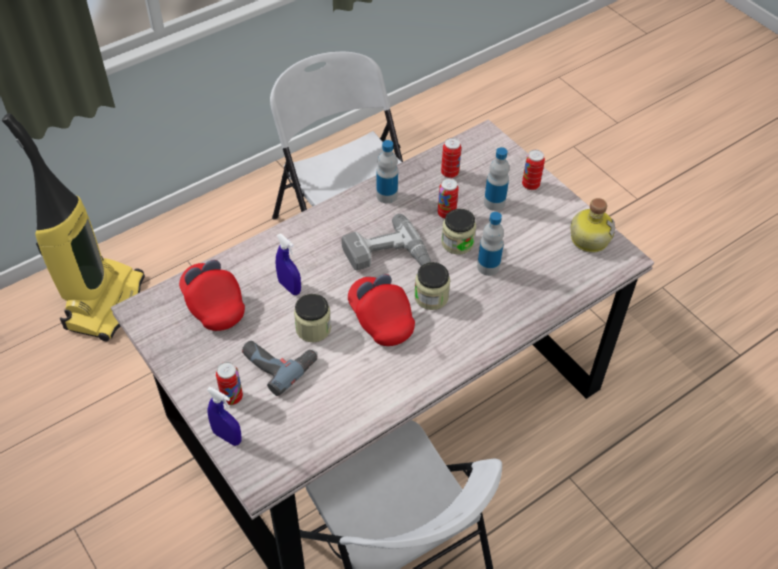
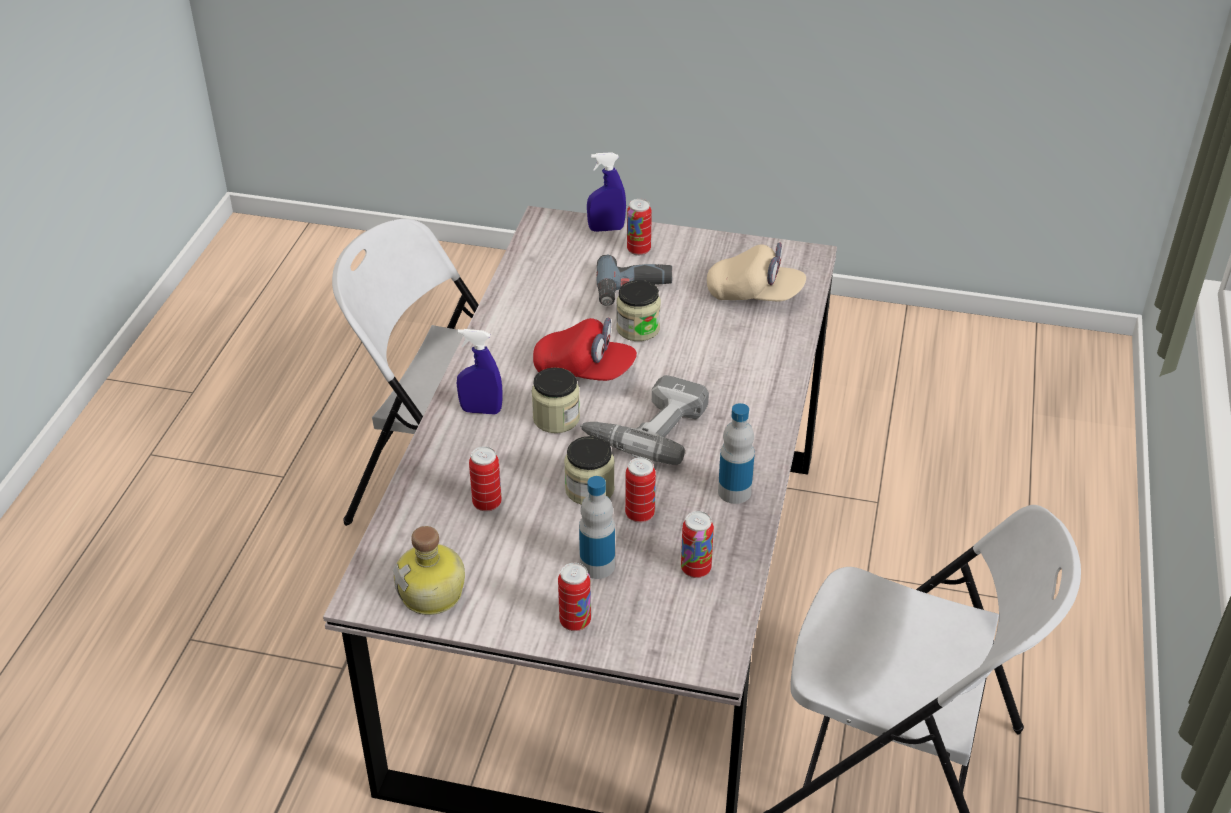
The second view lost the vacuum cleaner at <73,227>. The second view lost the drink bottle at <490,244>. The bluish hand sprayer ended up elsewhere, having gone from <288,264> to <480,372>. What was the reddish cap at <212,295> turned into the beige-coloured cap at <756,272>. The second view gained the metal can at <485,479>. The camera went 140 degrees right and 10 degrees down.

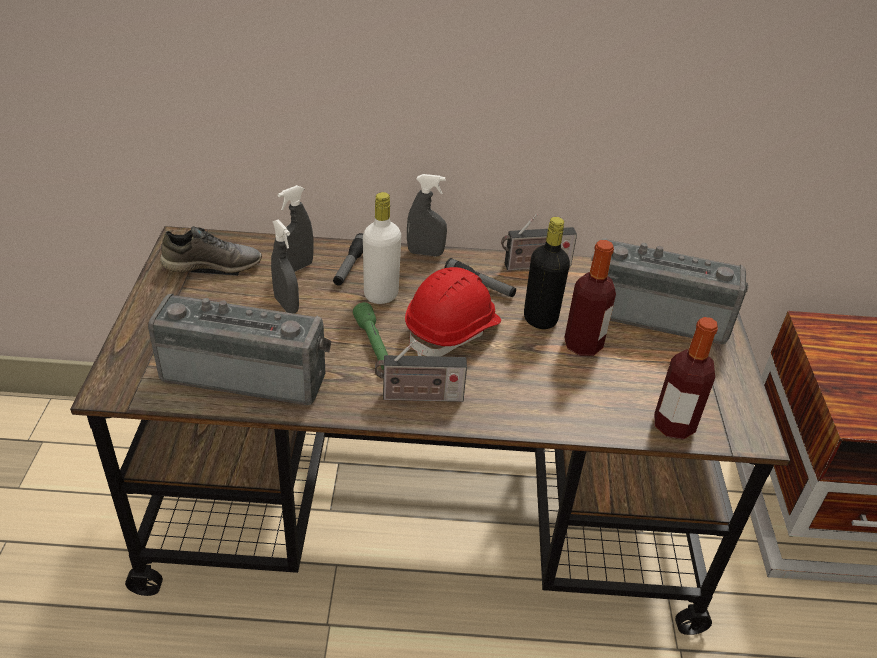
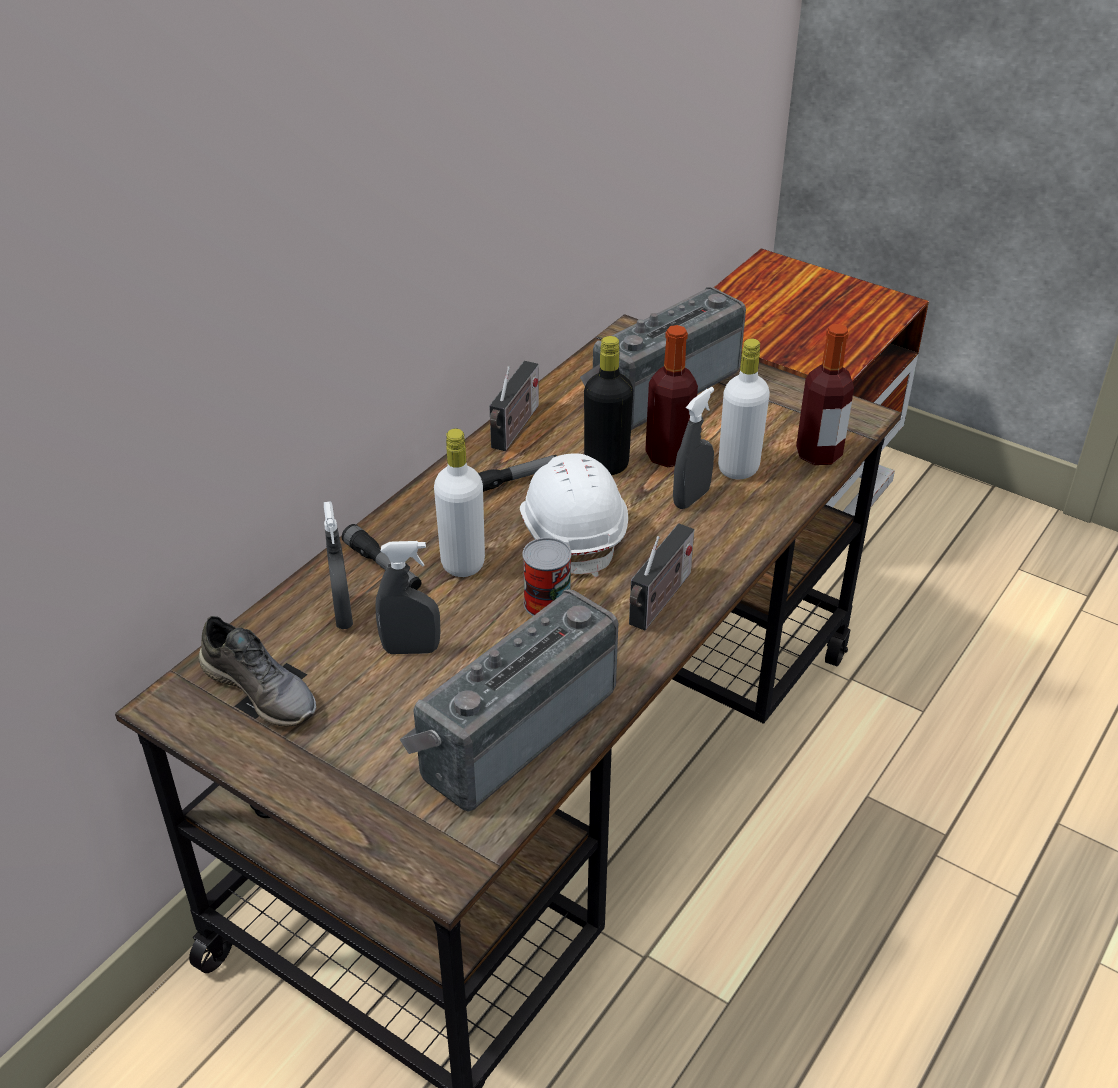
The gray hand sprayer ended up elsewhere, having gone from <427,215> to <693,448>. The gray item of footwear at <211,249> ended up facing another way, 105 degrees clockwise from before. What was the reddish safety helmet at <453,311> turned into the white-coloured safety helmet at <574,515>. Where the green flashlight stood at <370,336>, the metal can came to stand at <547,576>. The second view gained the white-coloured drink bottle at <744,409>. The camera went 55 degrees left and 0 degrees up.

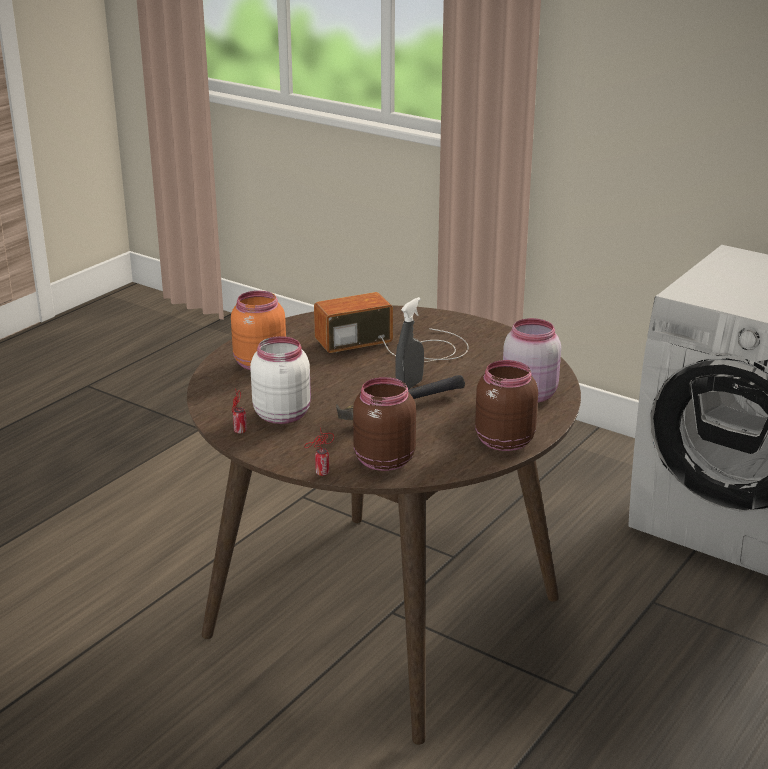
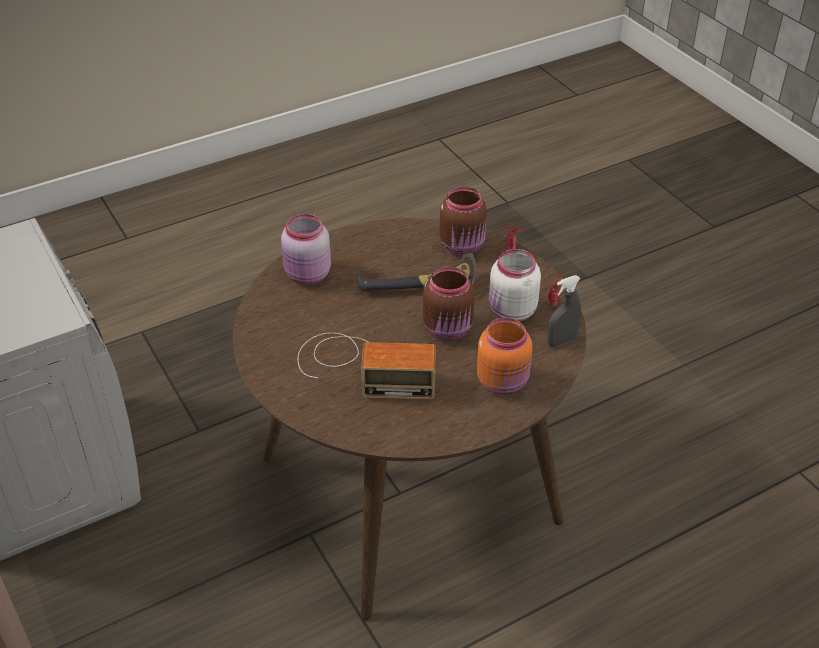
The gray hand sprayer ended up elsewhere, having gone from <410,343> to <564,311>. The brown preserve jar ended up elsewhere, having gone from <506,405> to <449,304>. The camera went 155 degrees left and 15 degrees up.

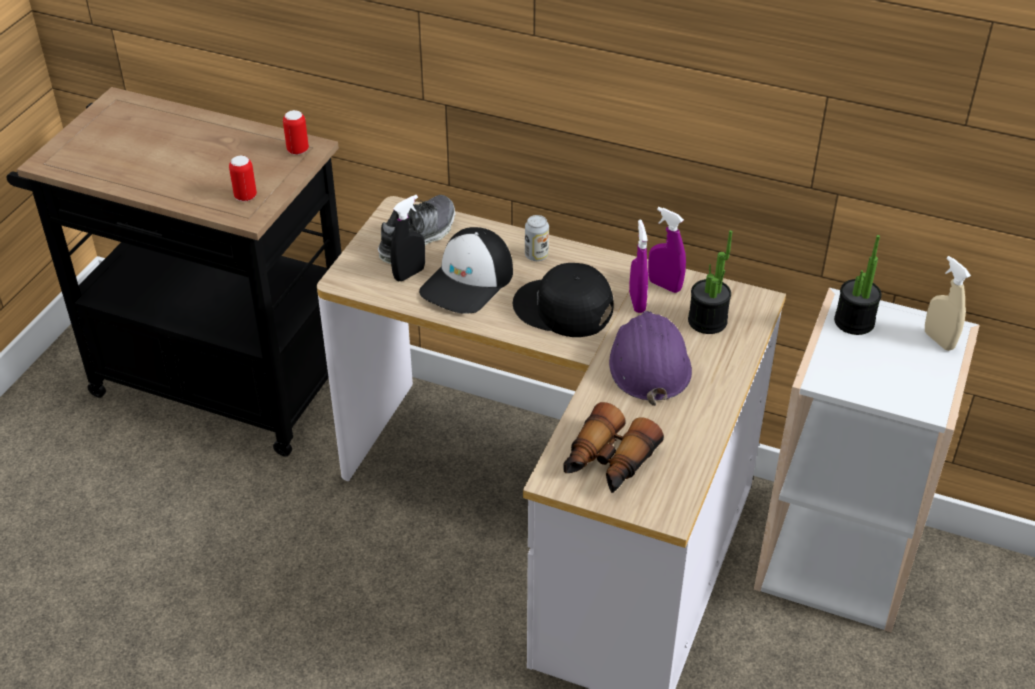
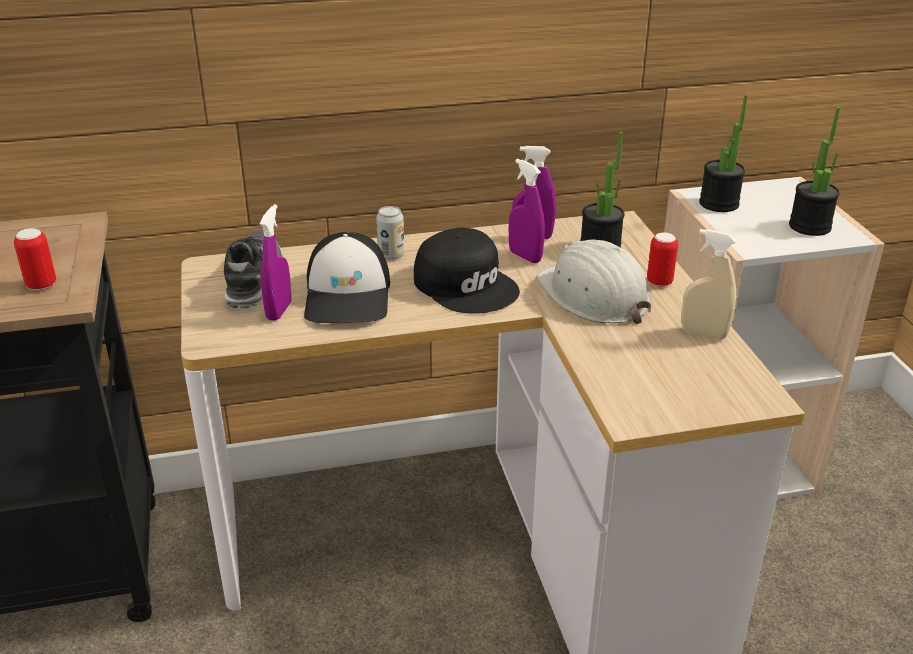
The metal can ended up elsewhere, having gone from <296,132> to <662,259>. What was the black-coloured hand sprayer at <407,238> turned into the purple hand sprayer at <275,262>. The beige-coloured hand sprayer ended up elsewhere, having gone from <948,303> to <709,284>. The black-coloured cap at <563,300> ended up facing another way, 120 degrees counterclockwise from before. What was the purple safety helmet at <650,358> turned into the white-coloured safety helmet at <593,282>. The second view lost the binoculars at <613,447>. The second view gained the plant in a pot at <814,171>. The camera went 35 degrees left and 10 degrees down.

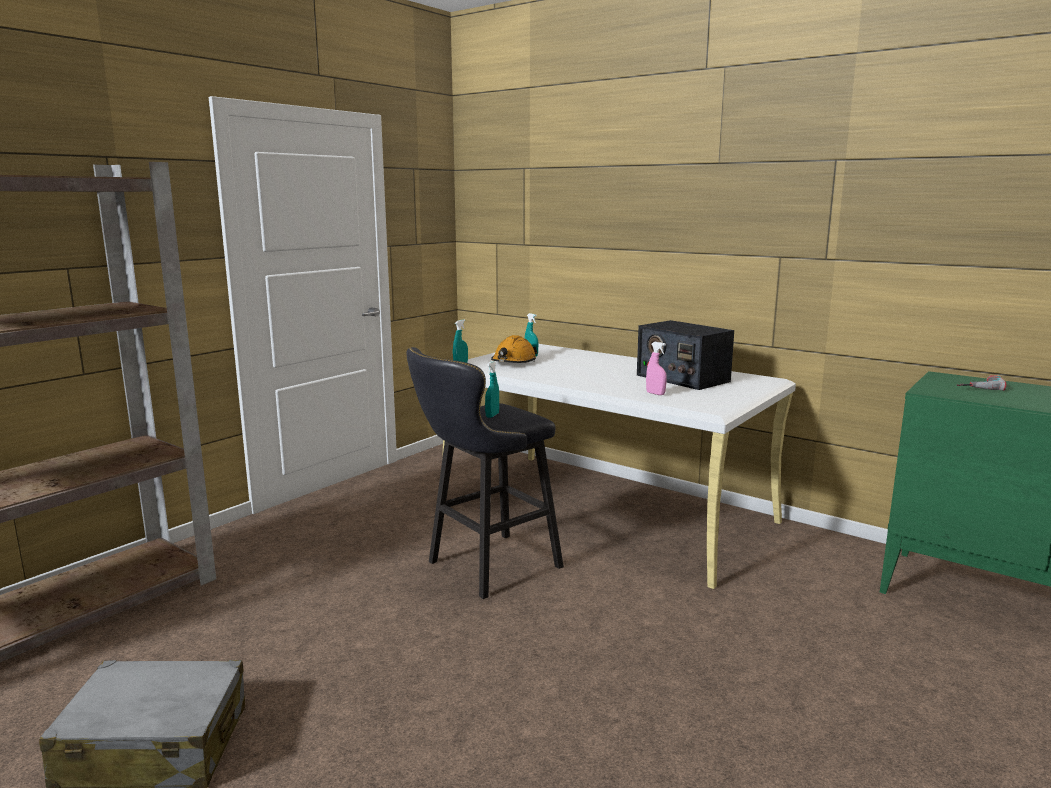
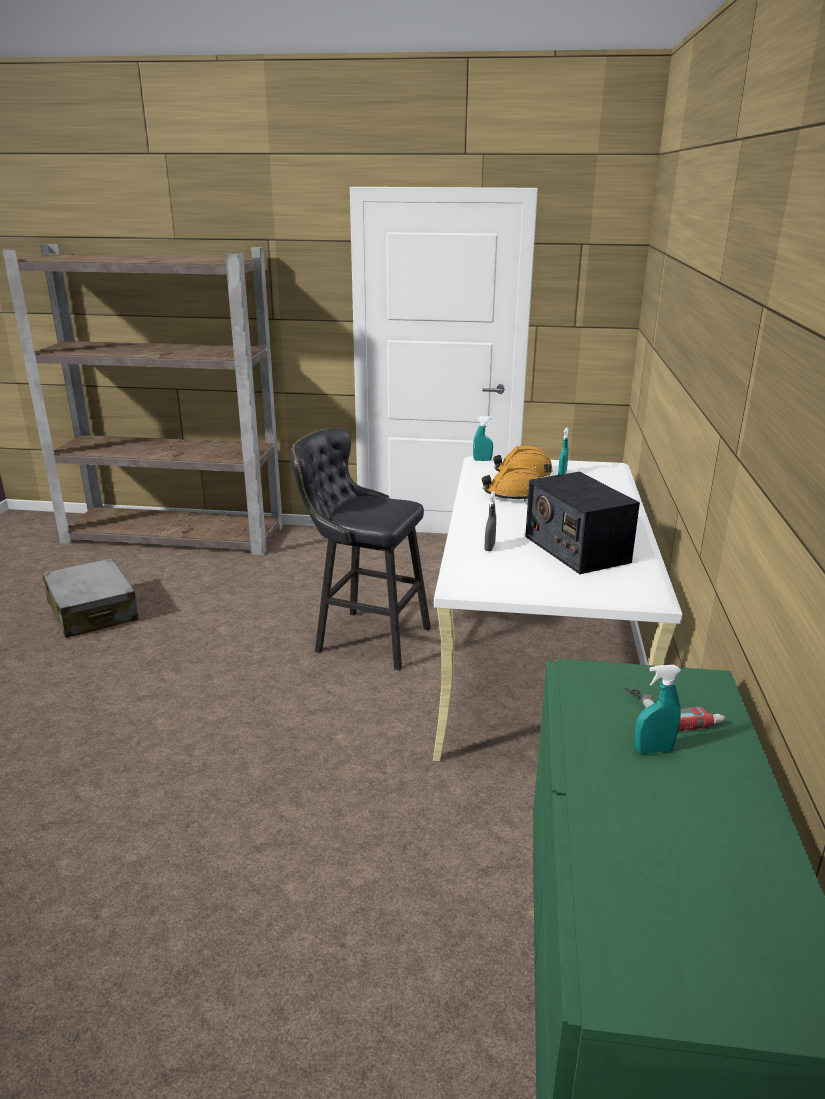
The radio set at <685,355> ended up facing another way, 45 degrees counterclockwise from before. What was the pink-coloured hand sprayer at <656,368> turned into the gray hand sprayer at <490,521>. The turquoise hand sprayer ended up elsewhere, having gone from <492,389> to <657,709>. The second view gained the orange safety helmet at <512,482>. The camera went 60 degrees right and 10 degrees up.

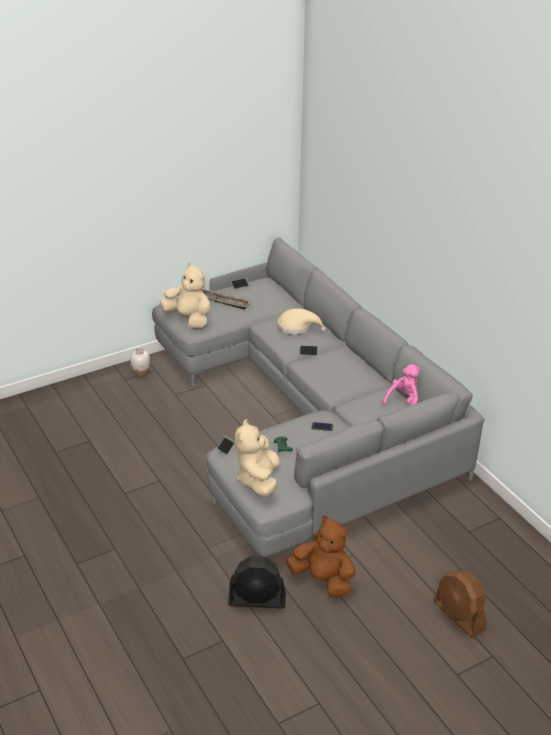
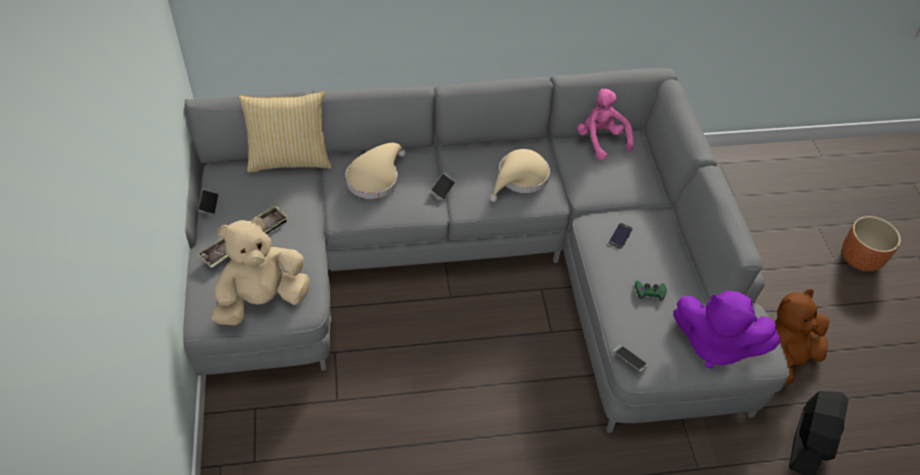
The second view lost the white-coloured decorative vase at <140,361>. What was the beige-coloured cuddly toy at <257,458> turned into the purple cuddly toy at <727,330>. Where the brown cooling fan stood at <460,604>, the brown flower pot came to stand at <871,243>. The second view gained the throw pillow at <285,132>. The second view gained the beige-coloured clothing hat at <520,175>. The camera went 70 degrees left and 15 degrees up.

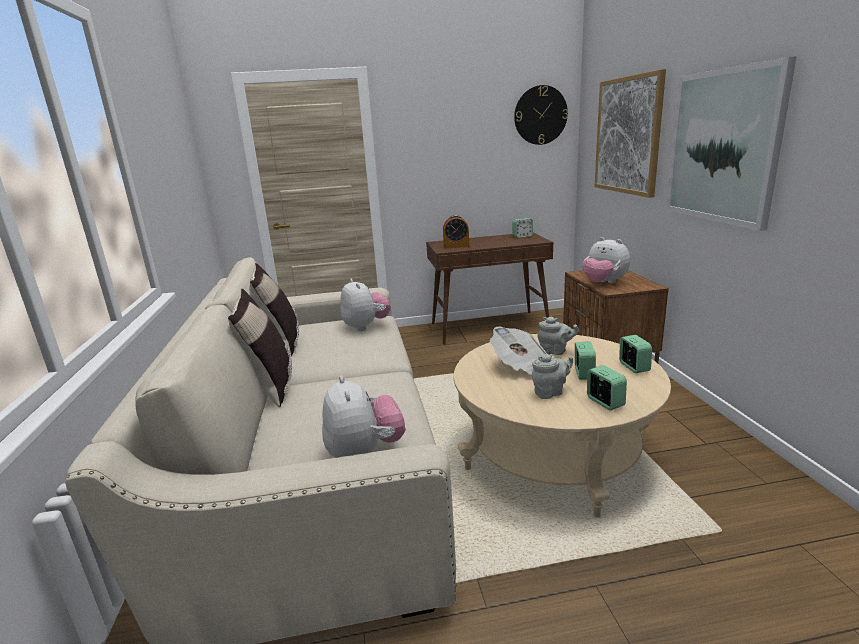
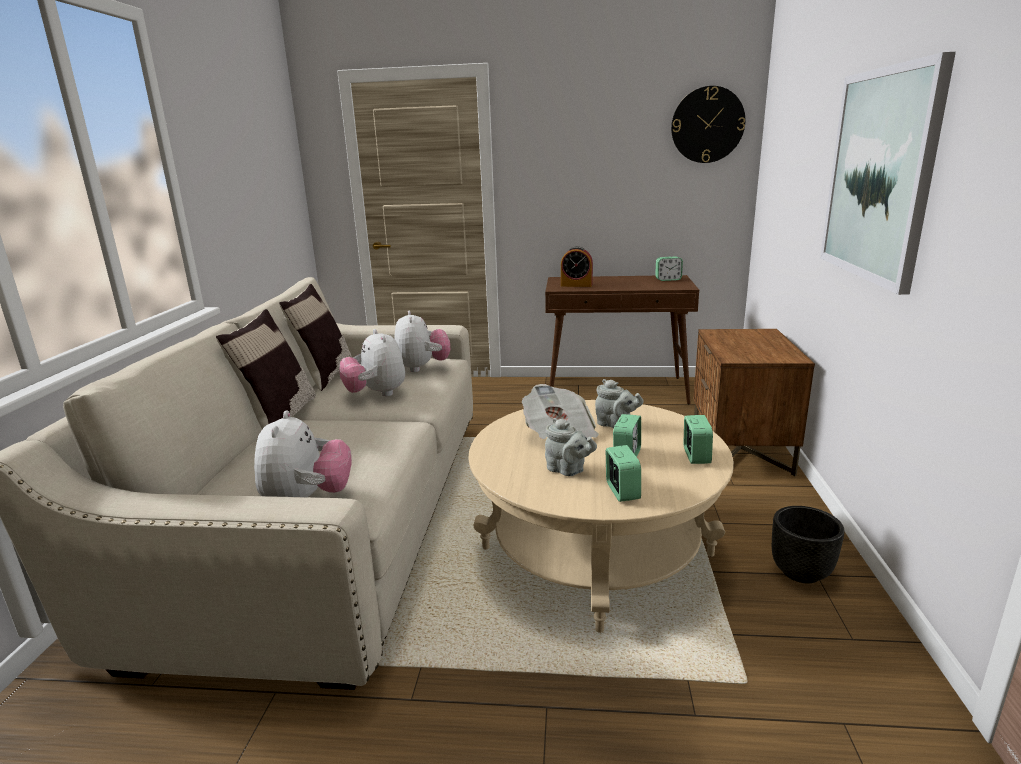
The second view lost the wall picture at <630,133>. The cuddly toy ended up elsewhere, having gone from <606,260> to <372,362>. The gray tea pot at <552,376> ended up facing another way, 45 degrees clockwise from before. The second view gained the black-coloured flower pot at <808,544>. The camera went 15 degrees right and 0 degrees up.

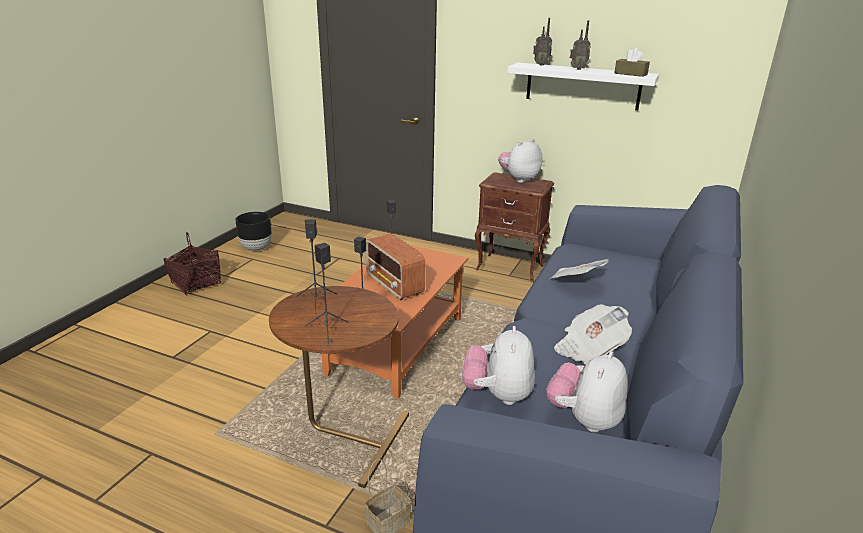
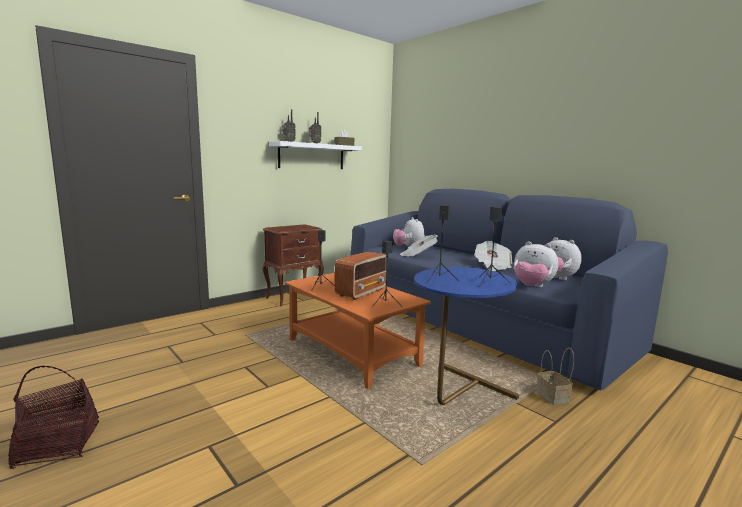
The cuddly toy ended up elsewhere, having gone from <520,161> to <409,232>. The second view lost the black-coloured flower pot at <253,231>. The radio set at <395,266> ended up facing another way, 45 degrees counterclockwise from before. What was the brown end table at <339,387> turned into the bluish end table at <466,336>. The camera went 65 degrees left and 15 degrees down.

